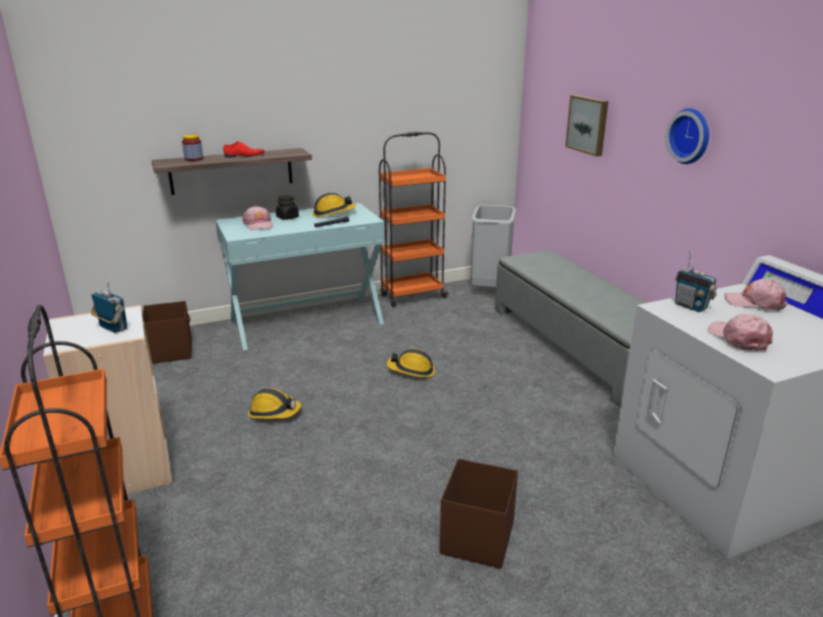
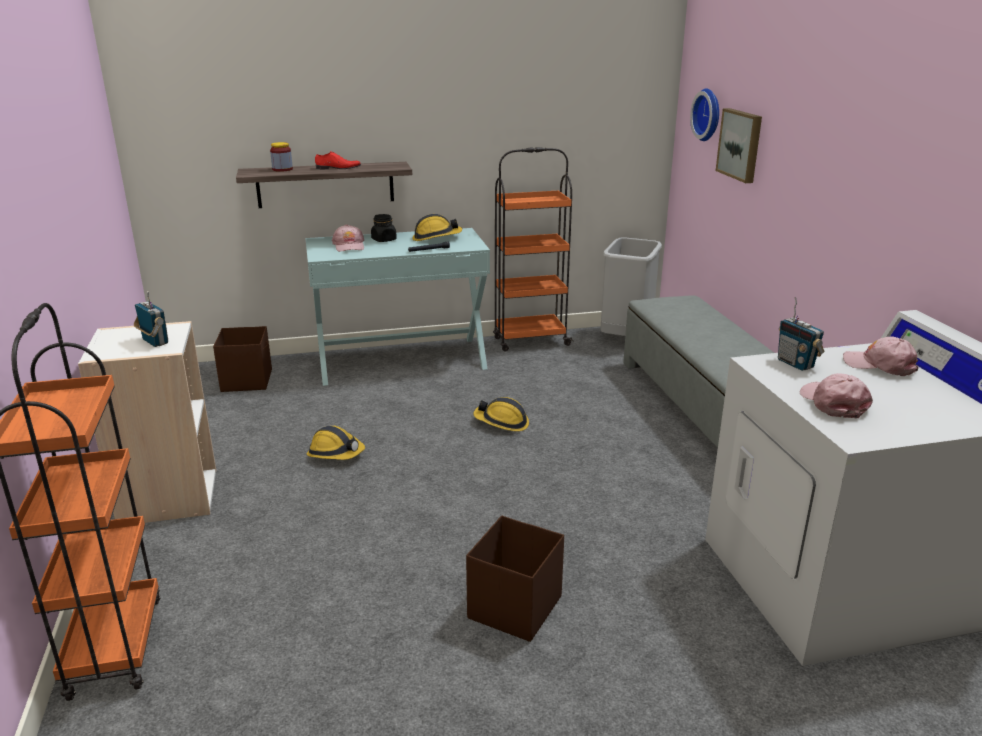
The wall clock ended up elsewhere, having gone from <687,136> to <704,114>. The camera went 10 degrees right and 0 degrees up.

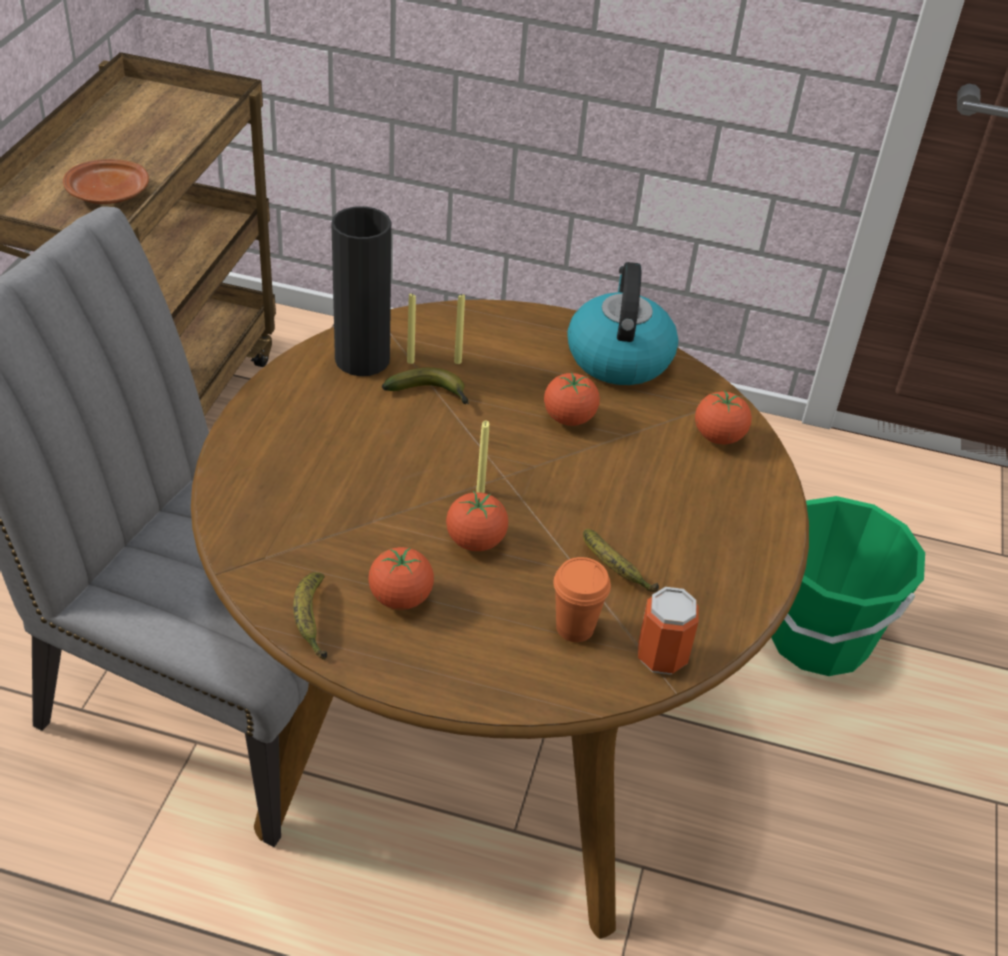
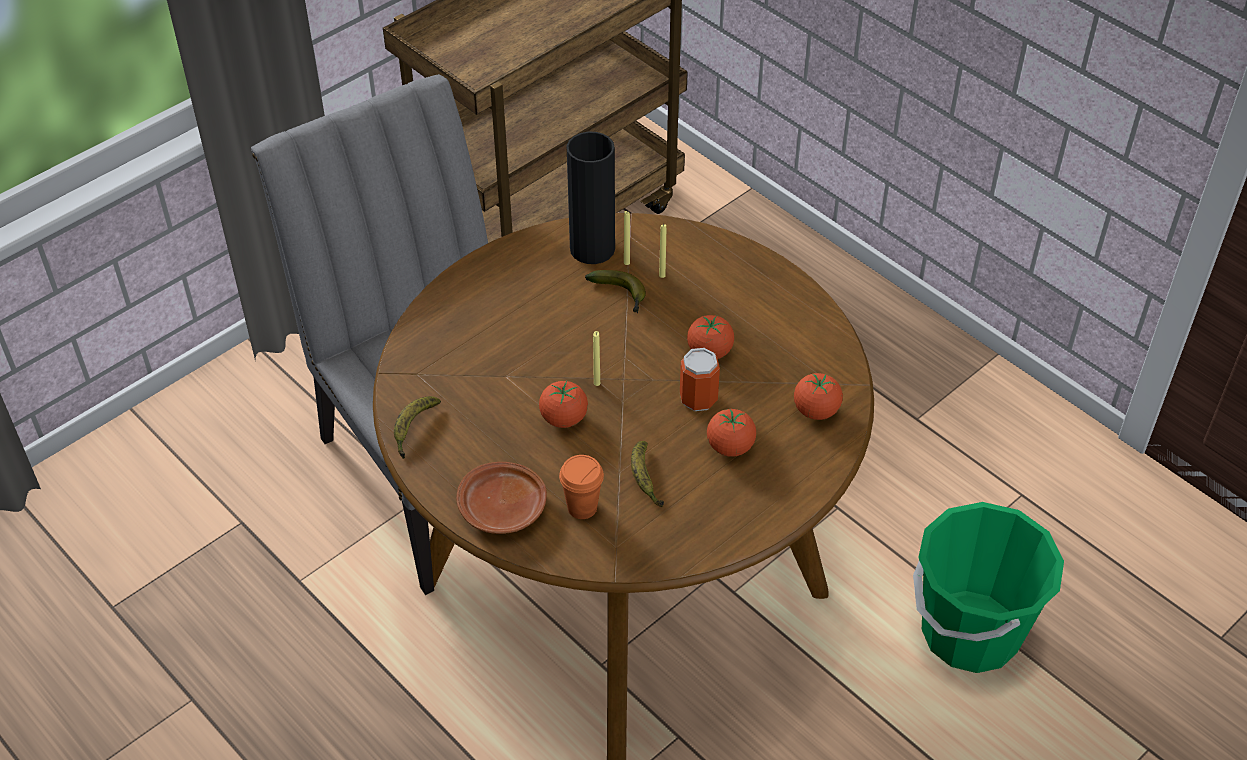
The brown flat dish ended up elsewhere, having gone from <106,181> to <502,498>. The second view lost the tea kettle at <622,323>. The fresh tomato ended up elsewhere, having gone from <401,578> to <731,433>. The metal can ended up elsewhere, having gone from <668,631> to <700,379>. The camera went 35 degrees right and 5 degrees up.

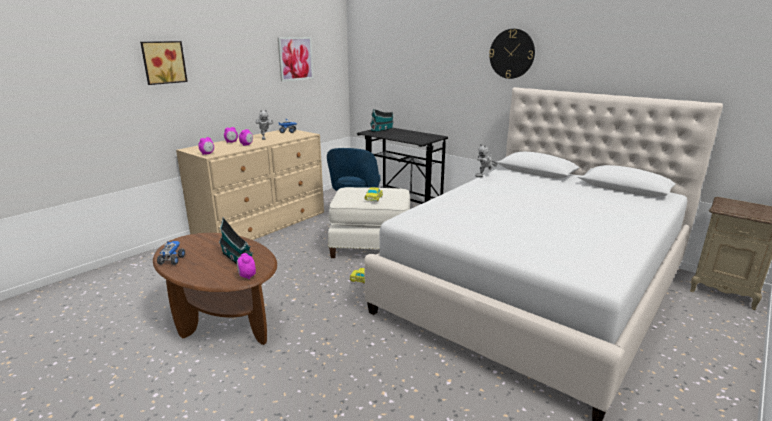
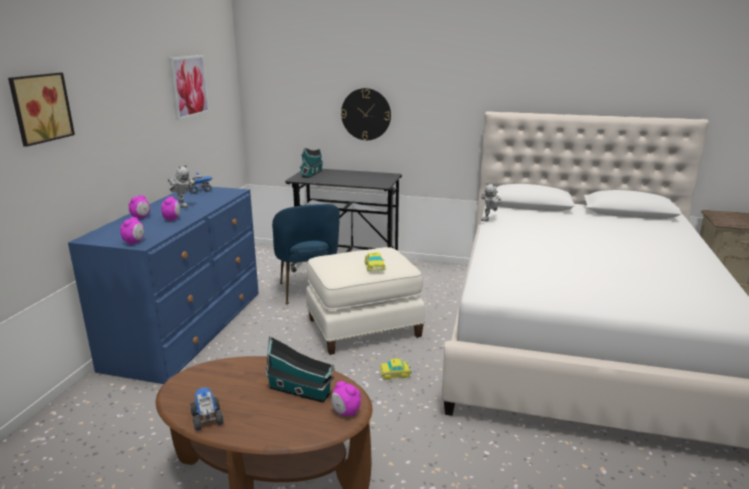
The wall clock ended up elsewhere, having gone from <512,54> to <366,114>. What was the beige-coloured drawer chest at <250,184> turned into the bluish drawer chest at <163,285>. The camera went 25 degrees left and 0 degrees up.

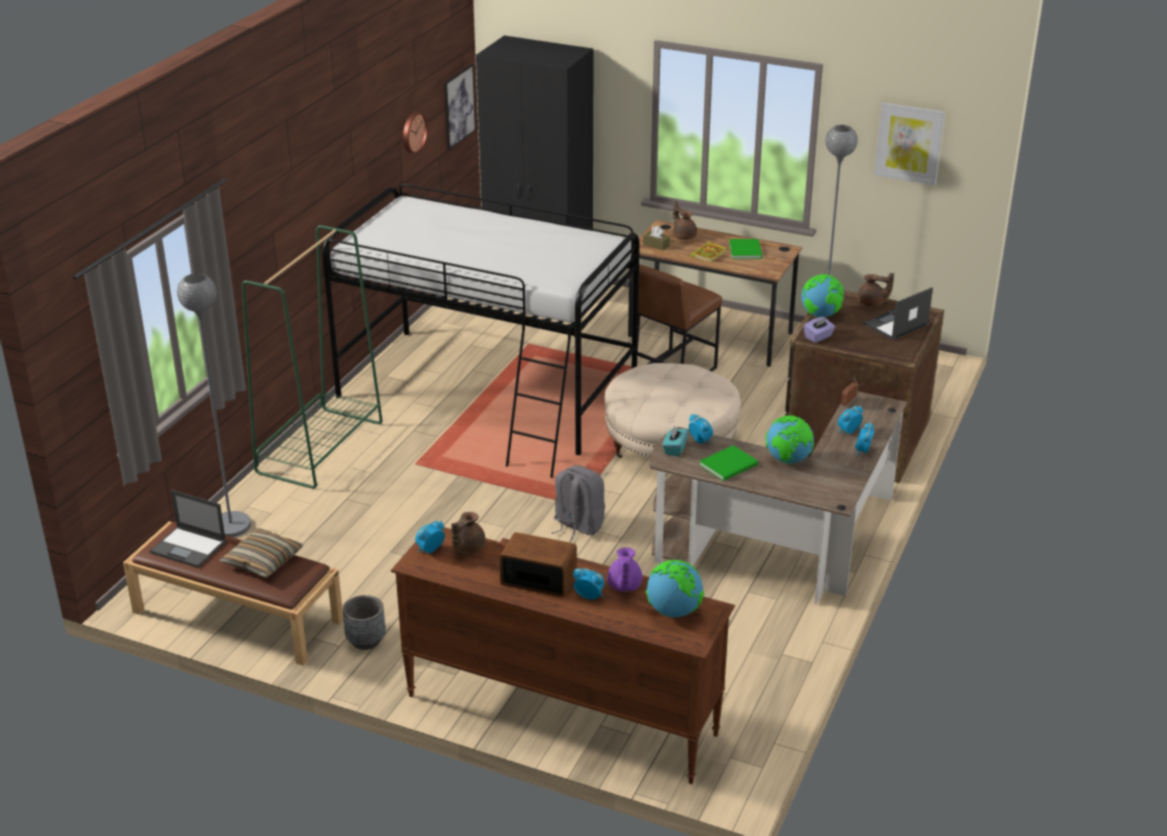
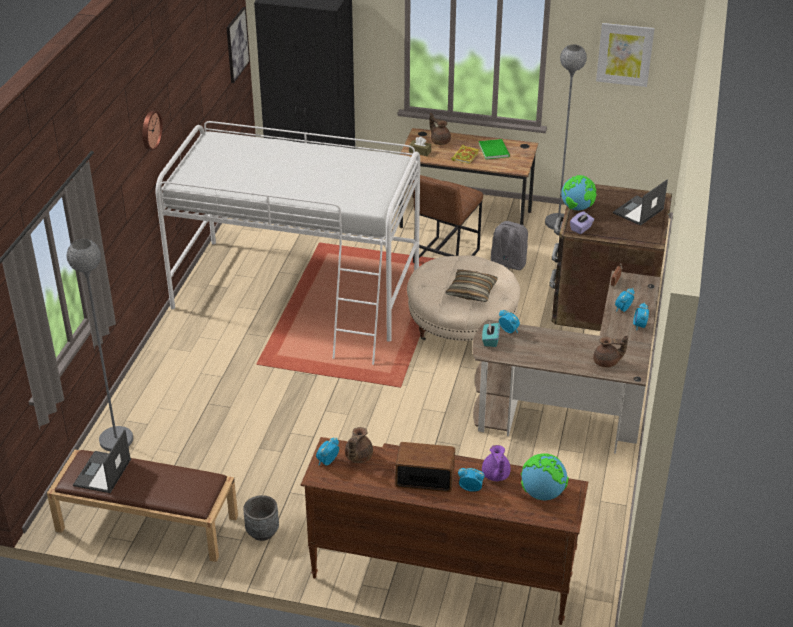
The wall clock ended up elsewhere, having gone from <415,133> to <152,130>. What was the black-coloured bedroom bed at <481,331> turned into the white-coloured bedroom bed at <288,243>. The second view lost the green garment rack at <312,357>. The brown tea pot ended up elsewhere, having gone from <875,290> to <610,352>. The second view lost the desk globe at <790,439>. The second view lost the green bound book at <729,463>. The gray rucksack ended up elsewhere, having gone from <578,503> to <509,245>. The portable computer at <188,529> ended up facing another way, 90 degrees clockwise from before. The throw pillow ended up elsewhere, having gone from <261,553> to <471,285>. The camera went 10 degrees left and 5 degrees up.

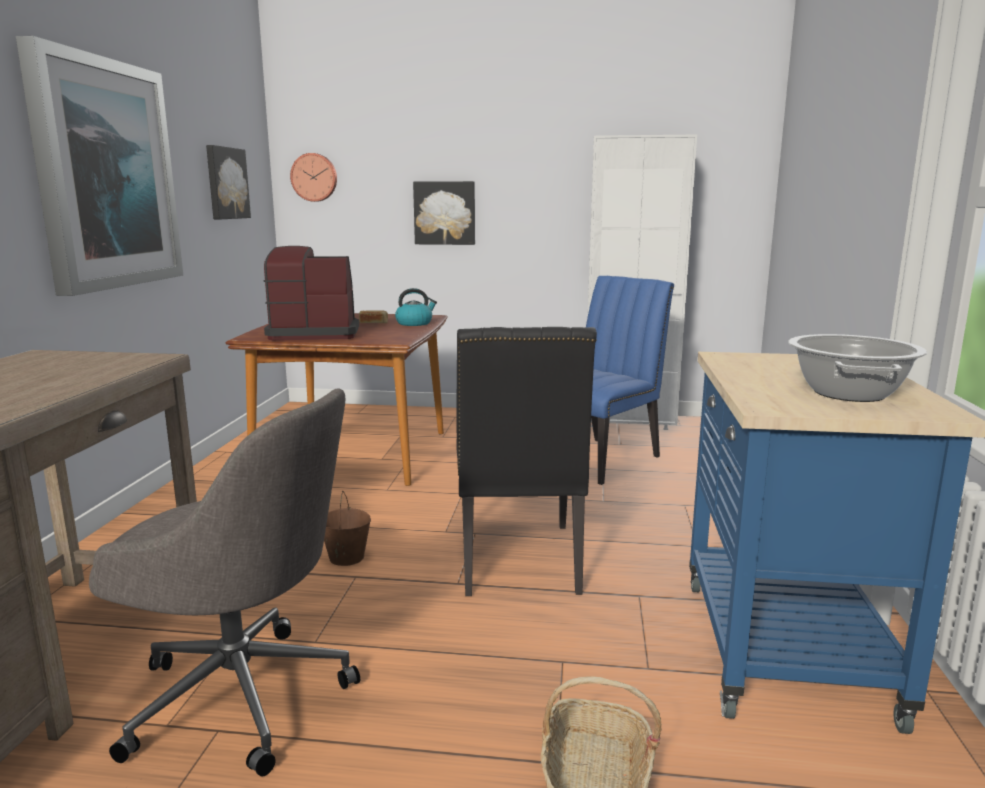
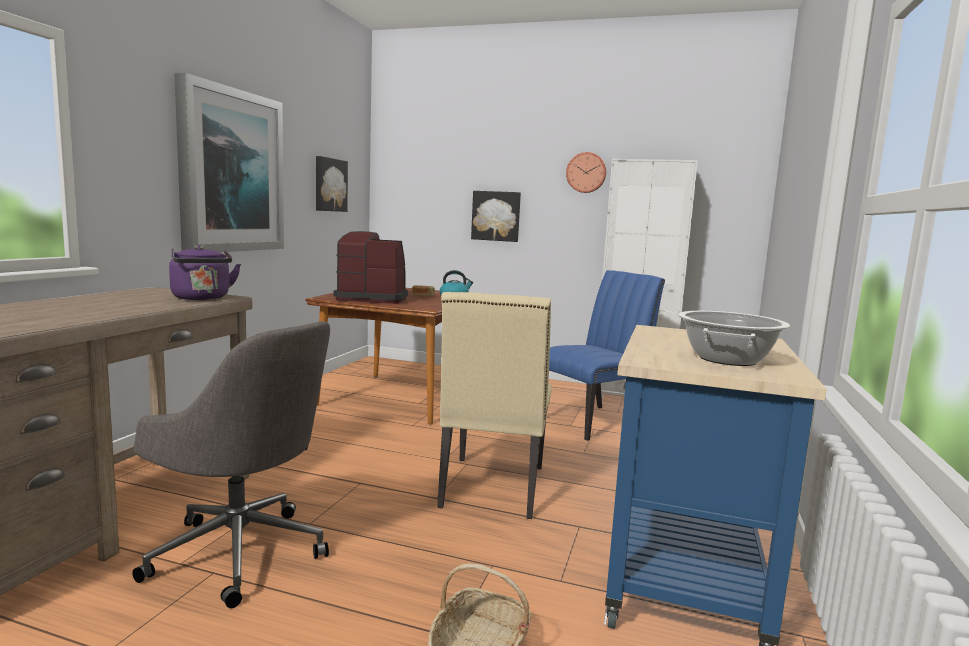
The wall clock ended up elsewhere, having gone from <313,177> to <586,172>. What was the black-coloured upright chair at <526,461> turned into the beige-coloured upright chair at <494,405>. The second view lost the brown bucket at <347,528>. The second view gained the purple tea kettle at <205,272>. The camera went 10 degrees right and 5 degrees down.

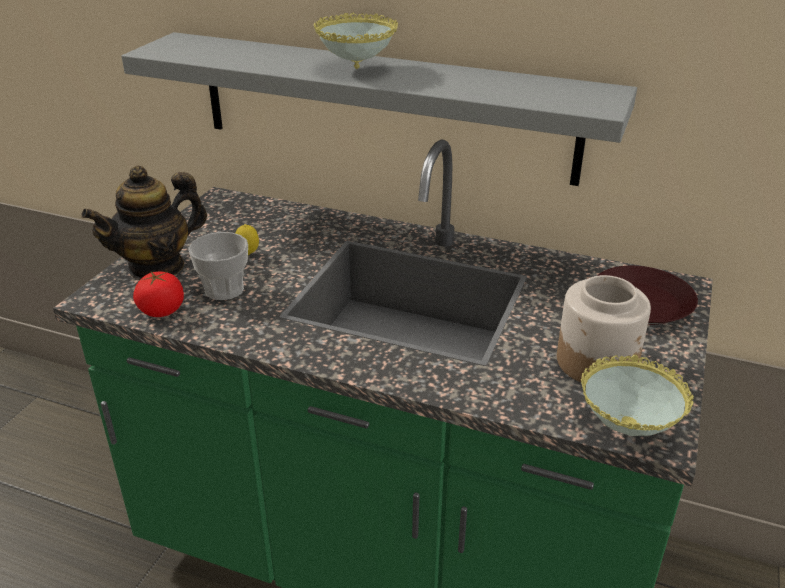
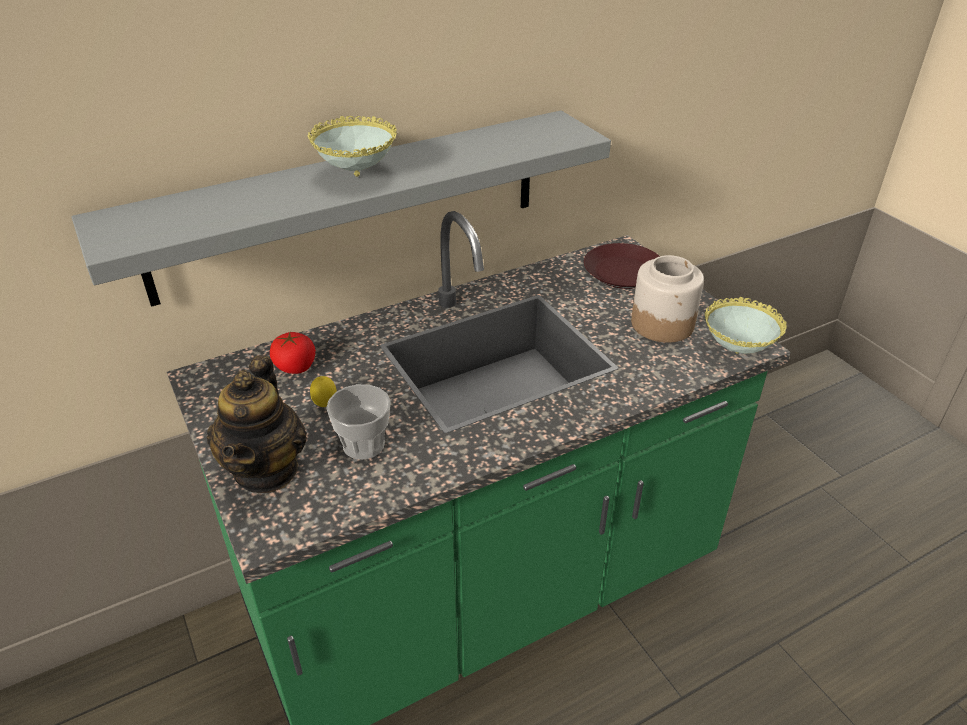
The fresh tomato ended up elsewhere, having gone from <158,294> to <293,353>. The camera went 50 degrees left and 5 degrees up.

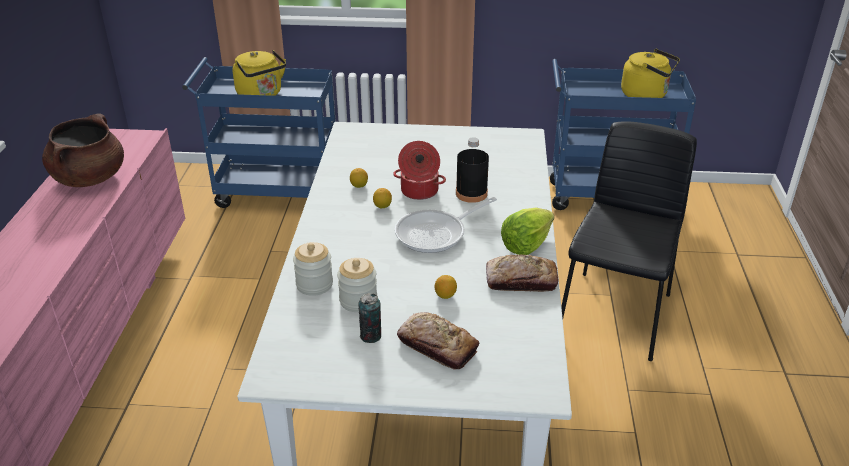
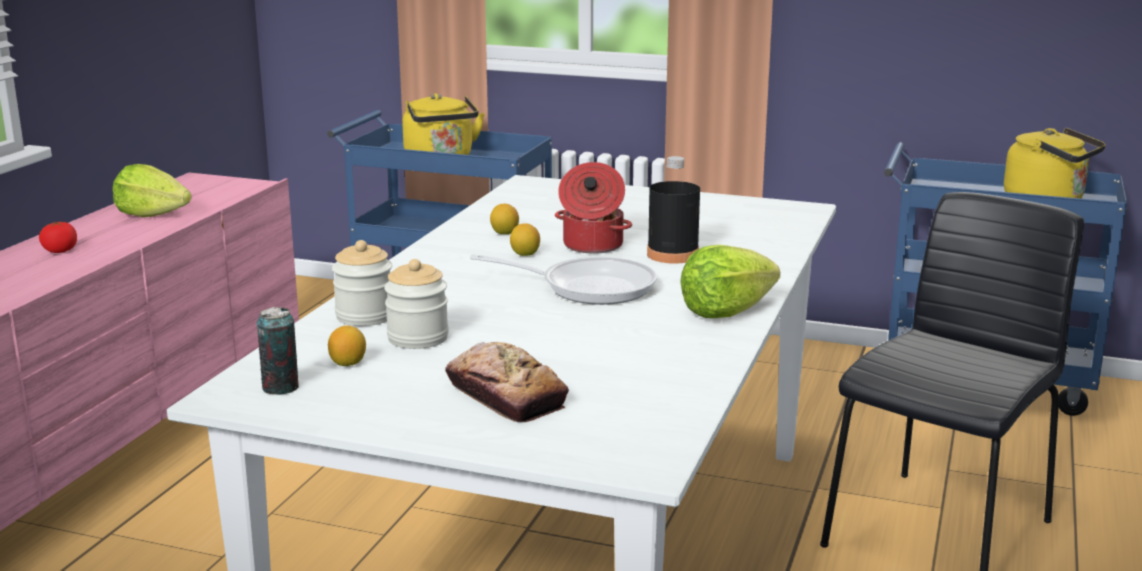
Where the brown cooking pot stood at <83,150>, the lettuce head came to stand at <152,190>. The pan at <446,225> ended up facing another way, 150 degrees counterclockwise from before. The second view lost the baked bread at <522,273>. The lemon ended up elsewhere, having gone from <446,287> to <347,346>. The metal can ended up elsewhere, having gone from <369,318> to <278,351>. The second view gained the fresh tomato at <58,237>. The camera went 15 degrees right and 15 degrees down.

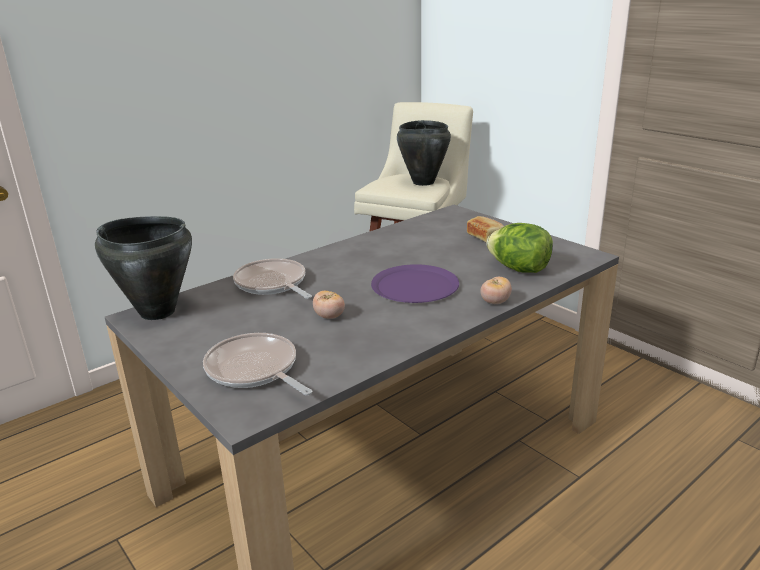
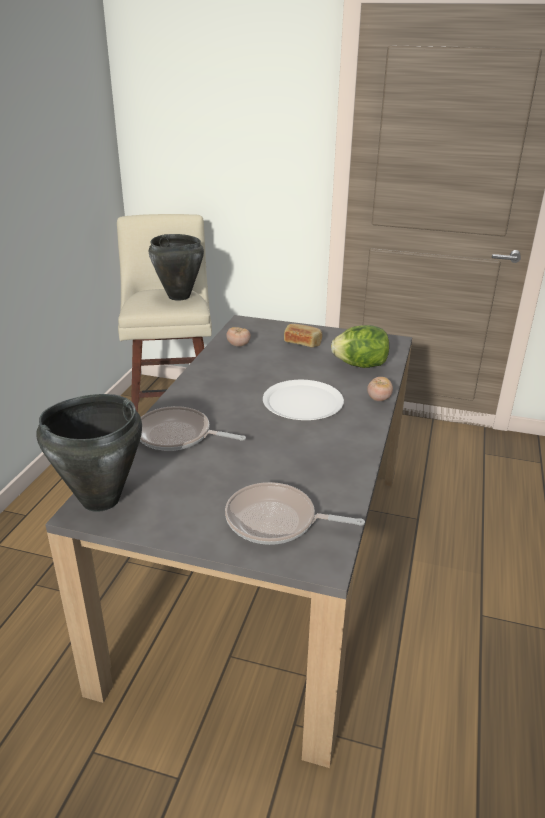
What was the purple flat dish at <415,283> turned into the white-coloured flat dish at <303,400>. The fresh tomato ended up elsewhere, having gone from <329,305> to <238,337>. The camera went 35 degrees left and 5 degrees up.

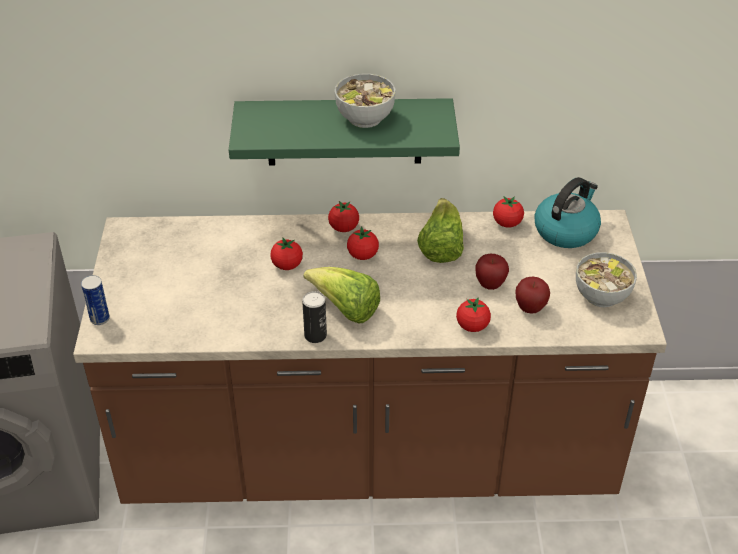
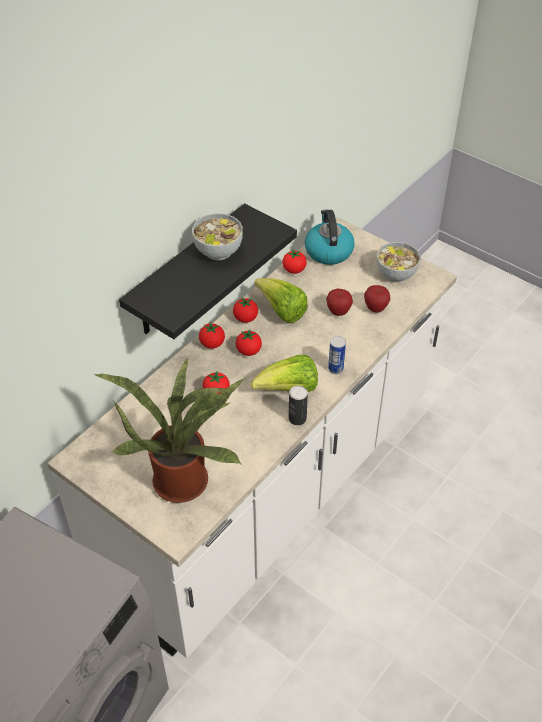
What was the green wall shelf at <344,132> turned into the black-coloured wall shelf at <208,271>. What was the brown counter at <370,357> turned into the white-coloured counter at <252,437>. The metal can ended up elsewhere, having gone from <95,300> to <337,355>. The fresh tomato ended up elsewhere, having gone from <473,314> to <245,310>. The second view gained the plant in a pot at <170,429>. The camera went 50 degrees left and 5 degrees up.

